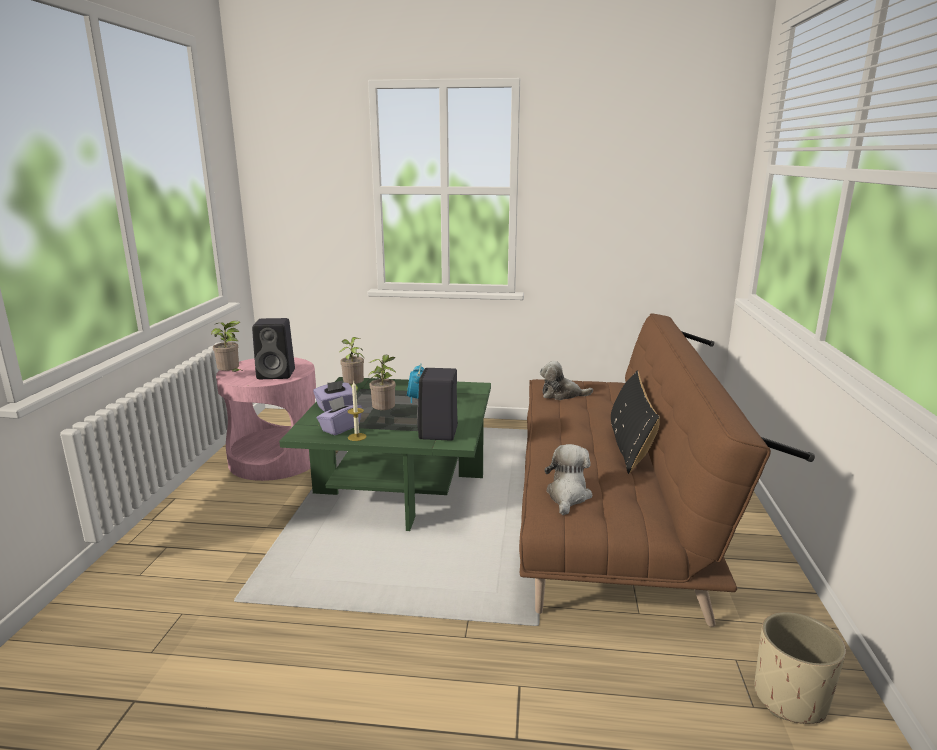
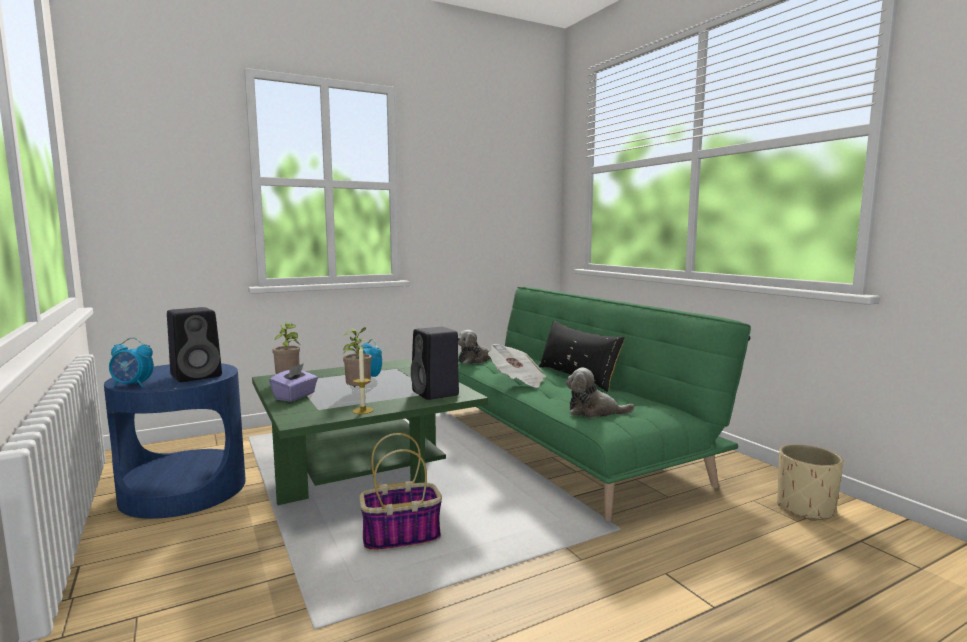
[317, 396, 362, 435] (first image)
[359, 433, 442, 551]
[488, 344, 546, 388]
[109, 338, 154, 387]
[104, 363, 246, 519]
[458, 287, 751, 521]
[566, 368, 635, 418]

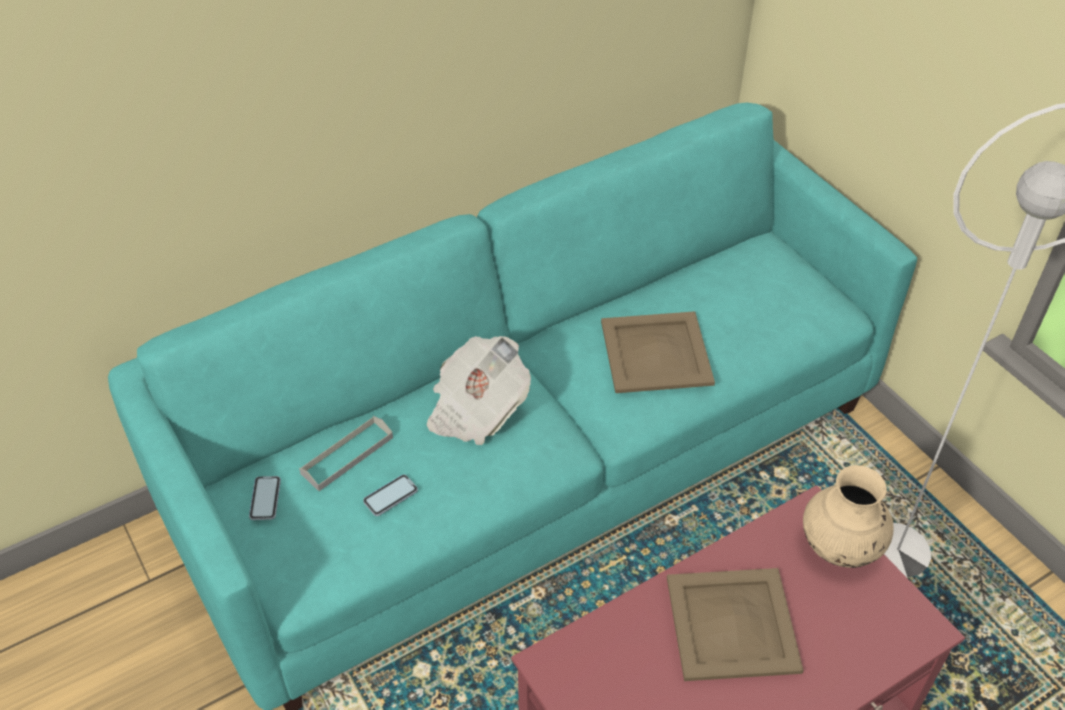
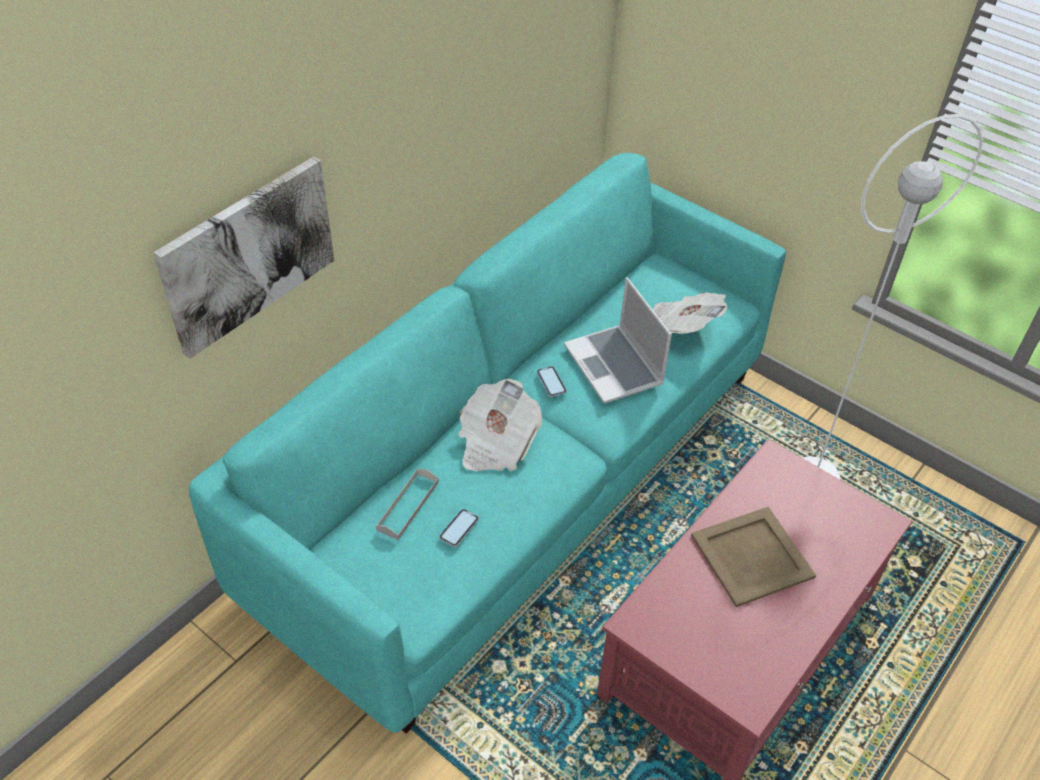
[803, 465, 894, 568] (first image)
[153, 156, 334, 359]
[653, 292, 727, 334]
[537, 366, 567, 397]
[564, 277, 672, 404]

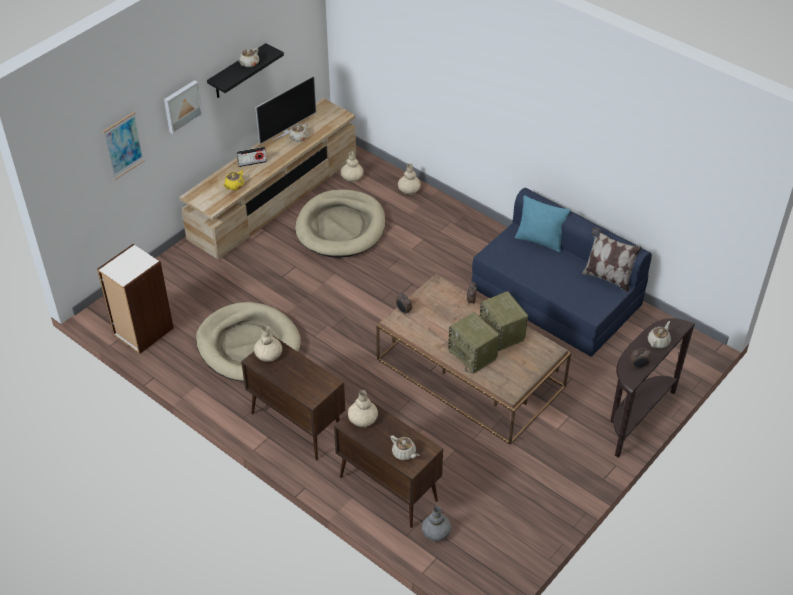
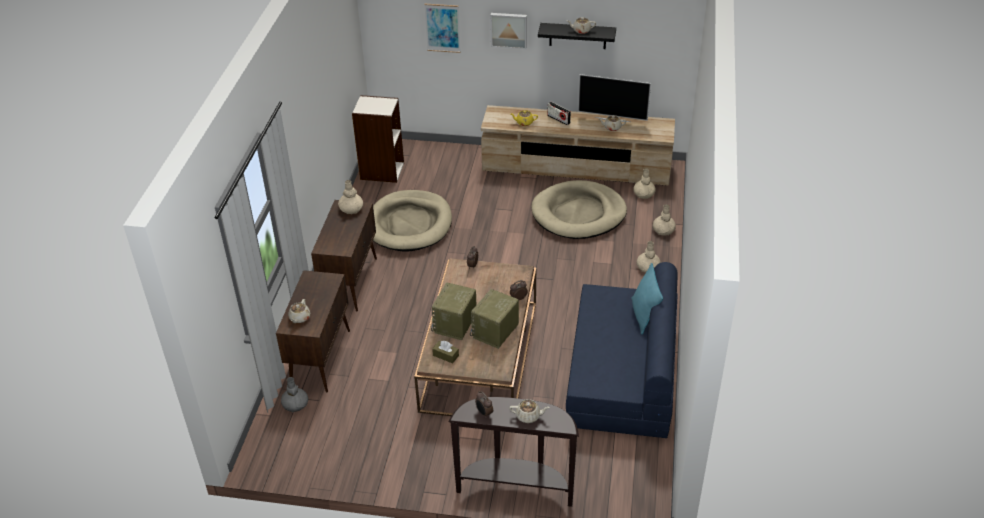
[582, 227, 642, 292] (first image)
[432, 341, 459, 363]
[637, 241, 661, 273]

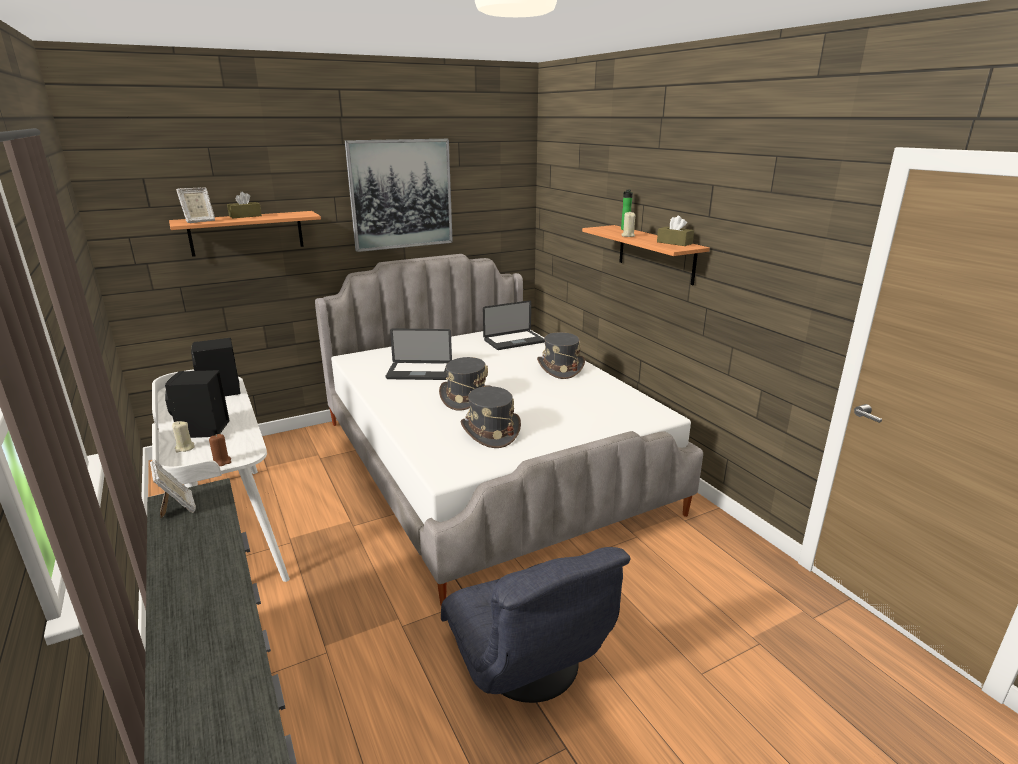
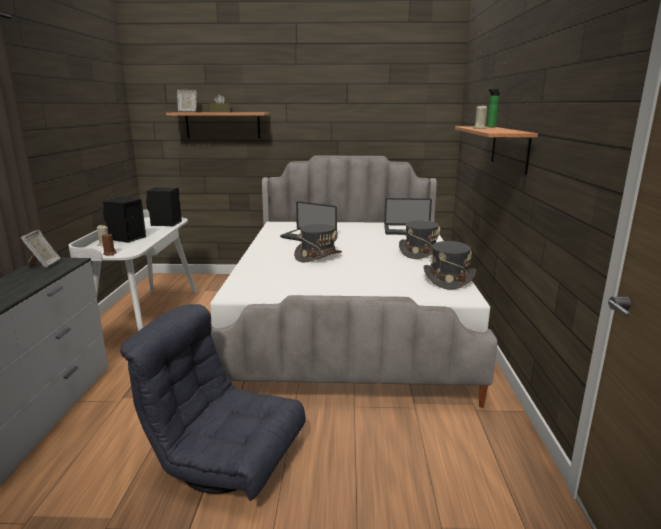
[345, 139, 453, 252] (first image)
[657, 216, 694, 246] (first image)
[424, 241, 476, 290]
[120, 304, 306, 501]

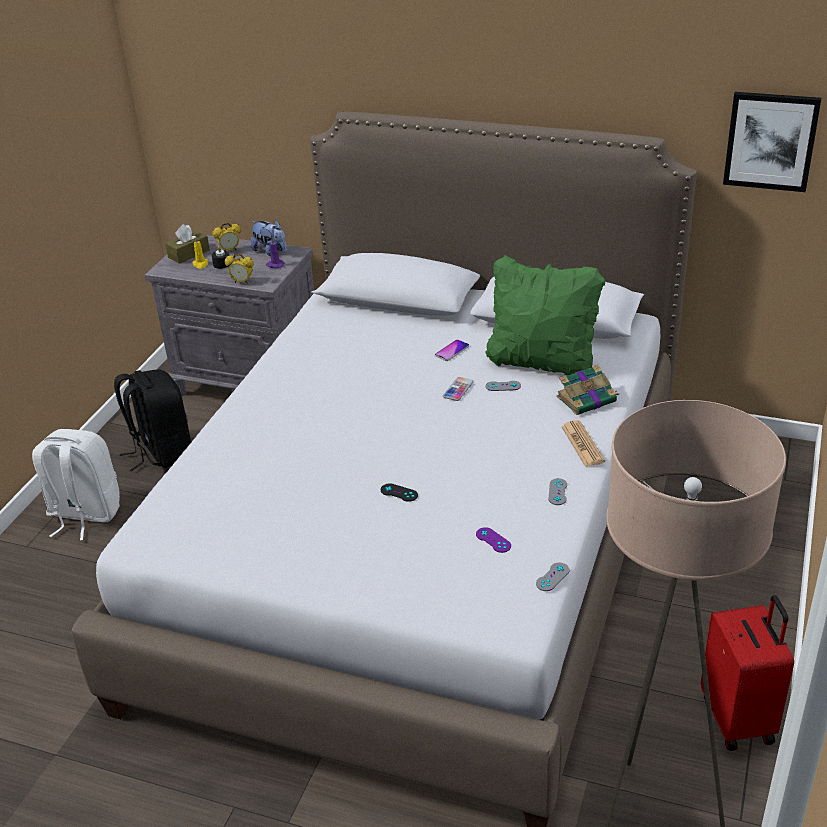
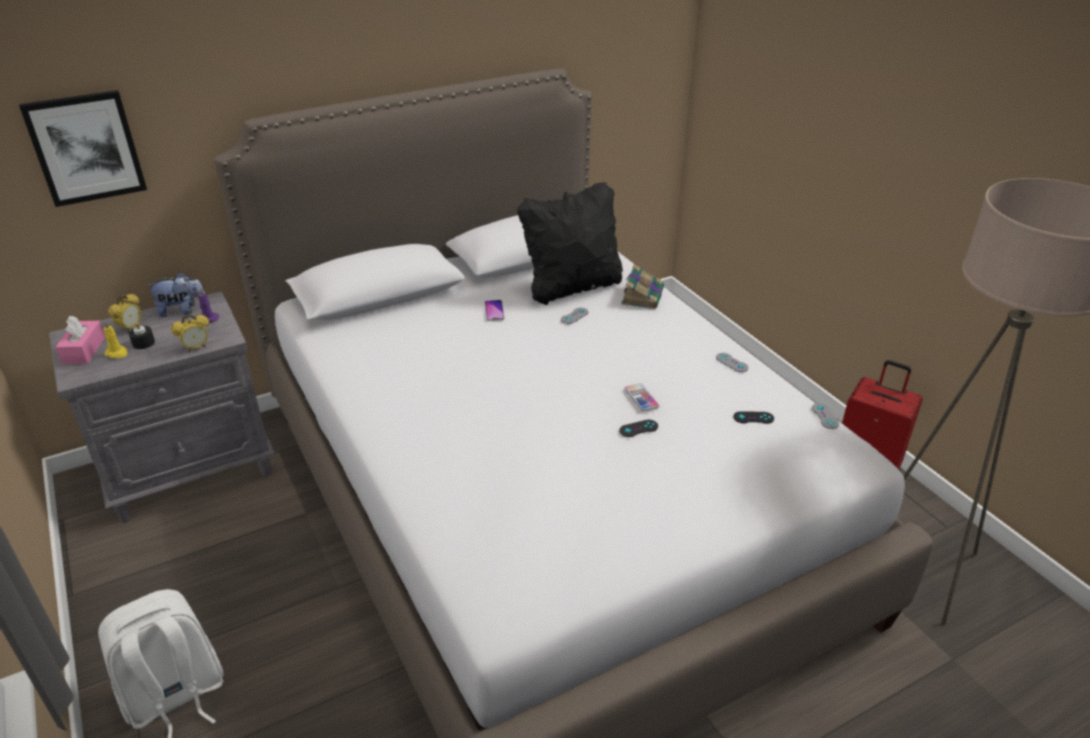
[114, 369, 191, 472] (first image)
[561, 420, 605, 467] (first image)
[624, 383, 659, 411]
[19, 90, 147, 207]
[55, 316, 105, 364]
[733, 411, 774, 424]
[517, 182, 623, 305]

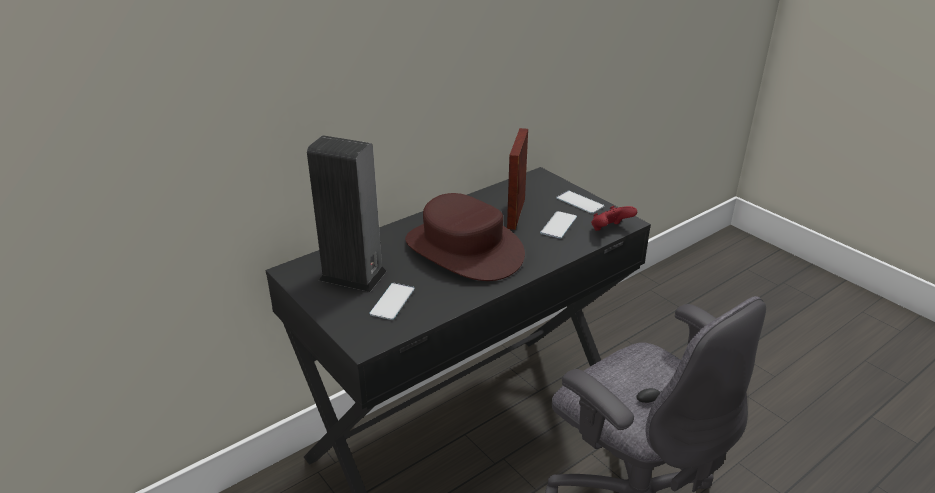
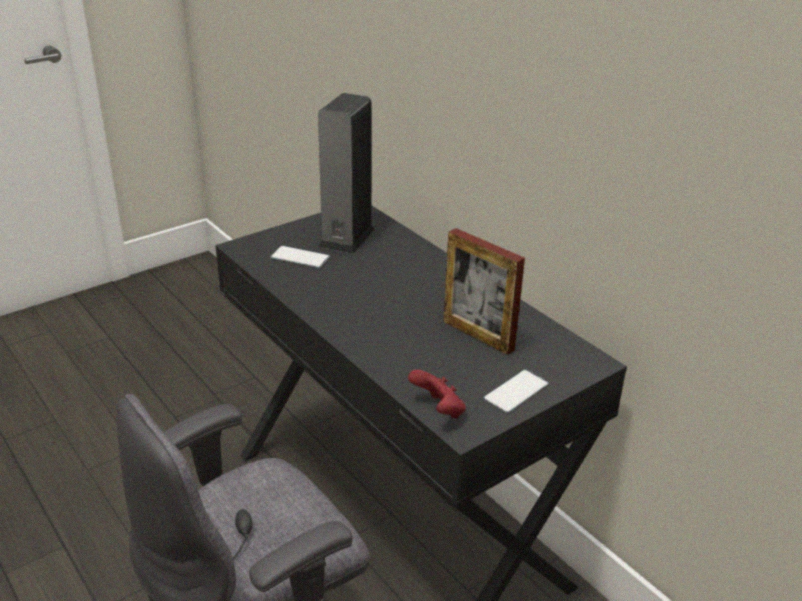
[405, 193, 525, 281] (first image)
[540, 211, 577, 239] (first image)
[443, 228, 525, 355]

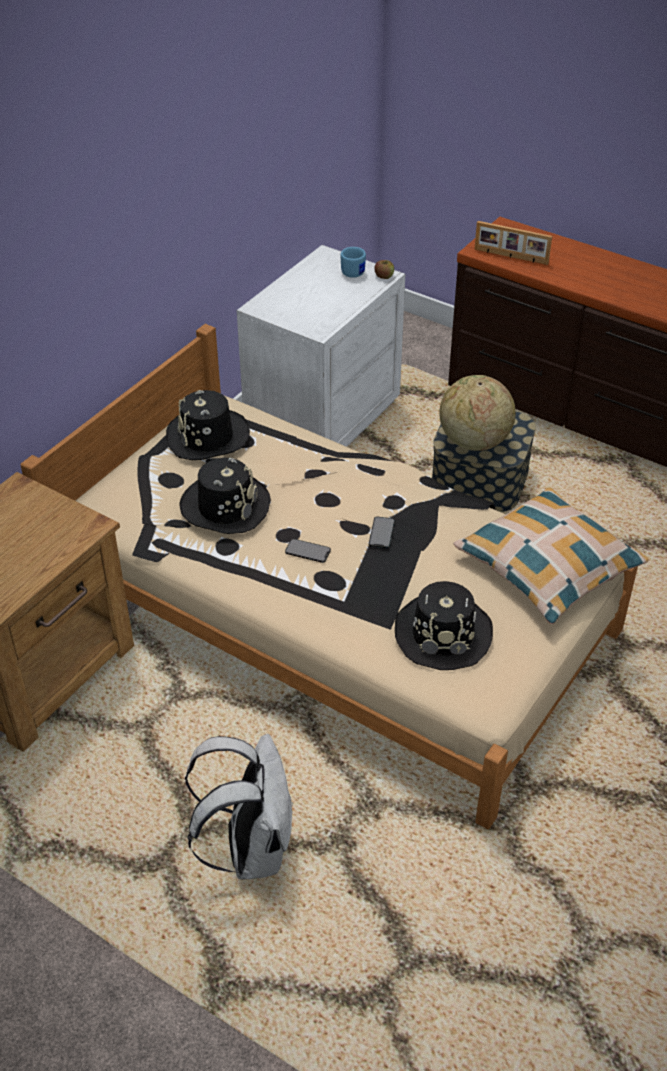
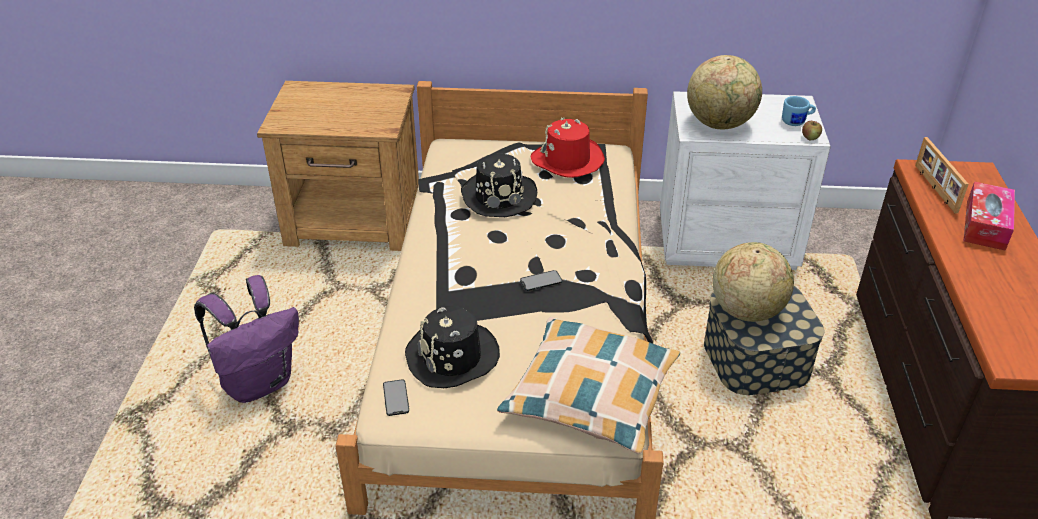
[687, 55, 762, 129]
[964, 181, 1015, 251]
[383, 380, 409, 416]
[531, 117, 605, 178]
[194, 275, 299, 403]

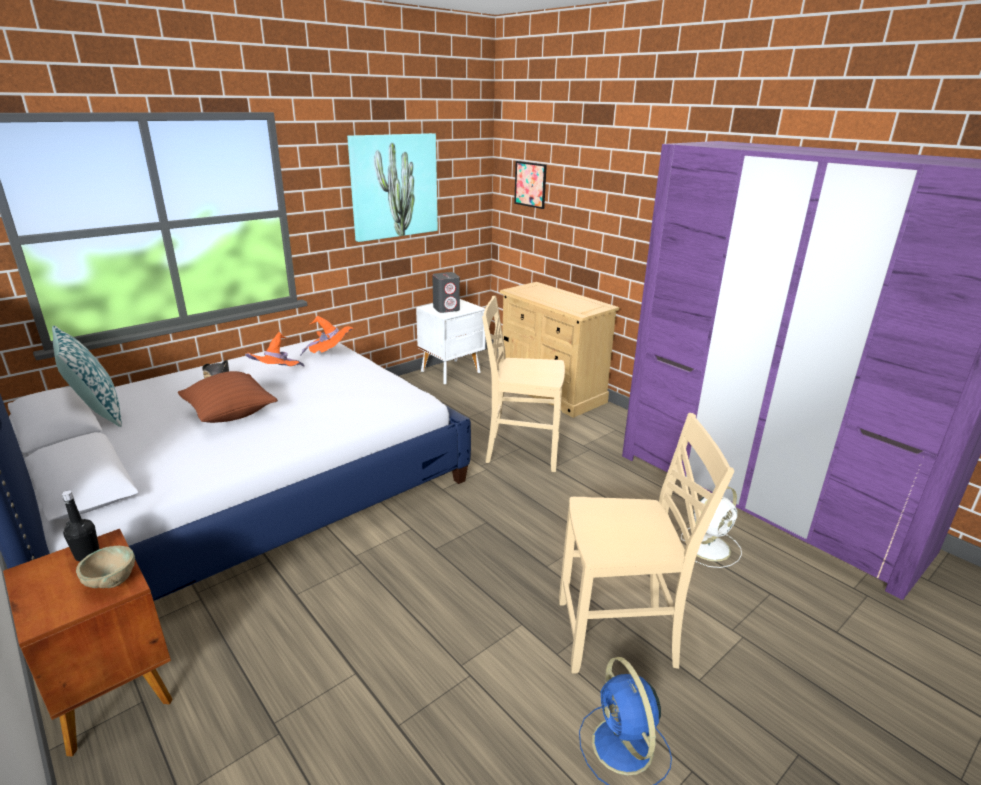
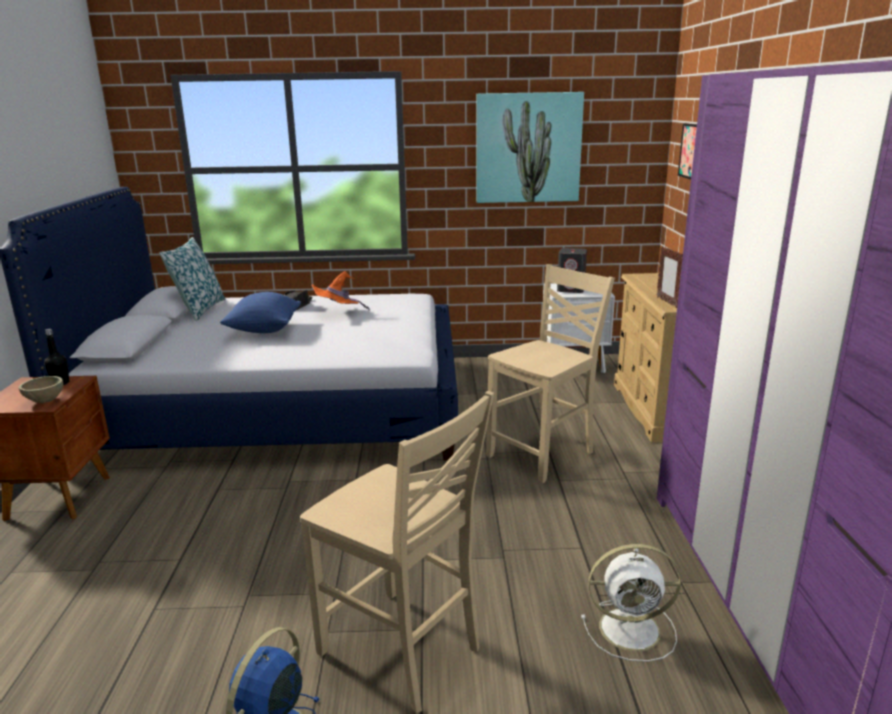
[300, 316, 353, 356] (first image)
[657, 246, 683, 308]
[220, 292, 301, 333]
[486, 264, 615, 484]

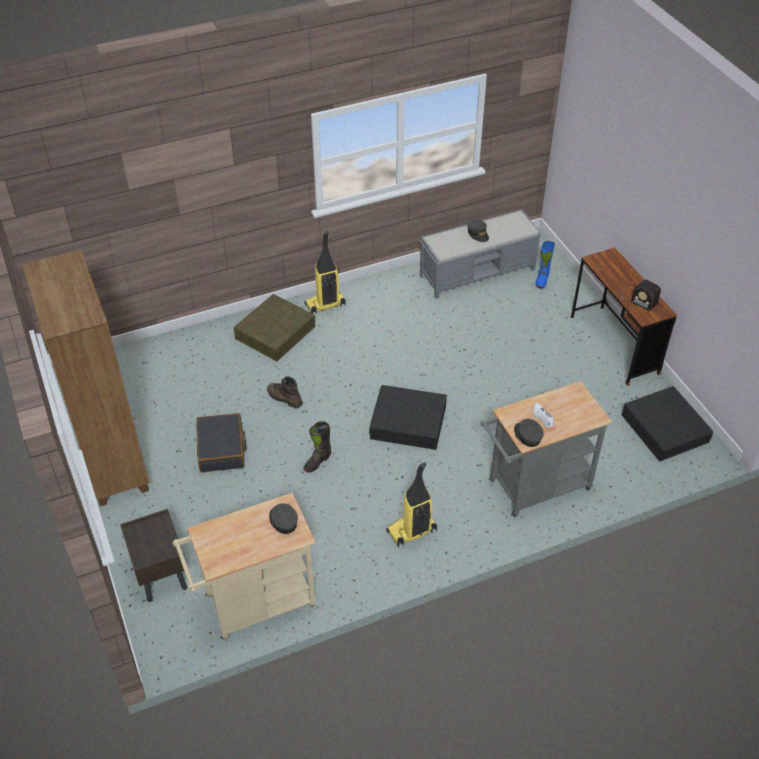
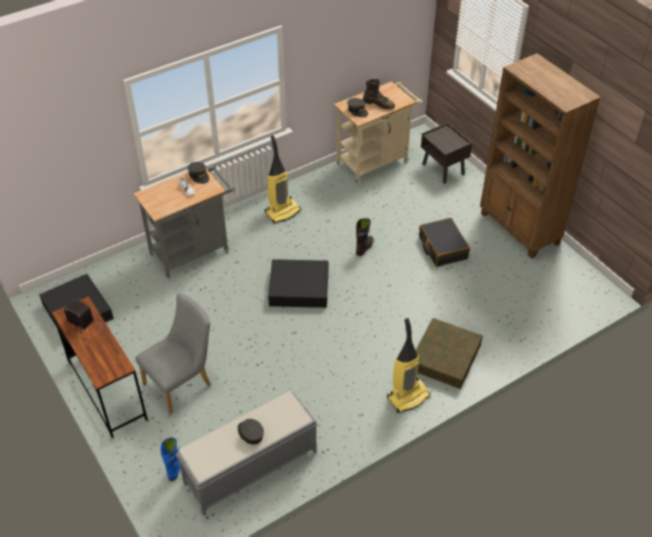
[136, 293, 211, 414]
[363, 79, 395, 109]

